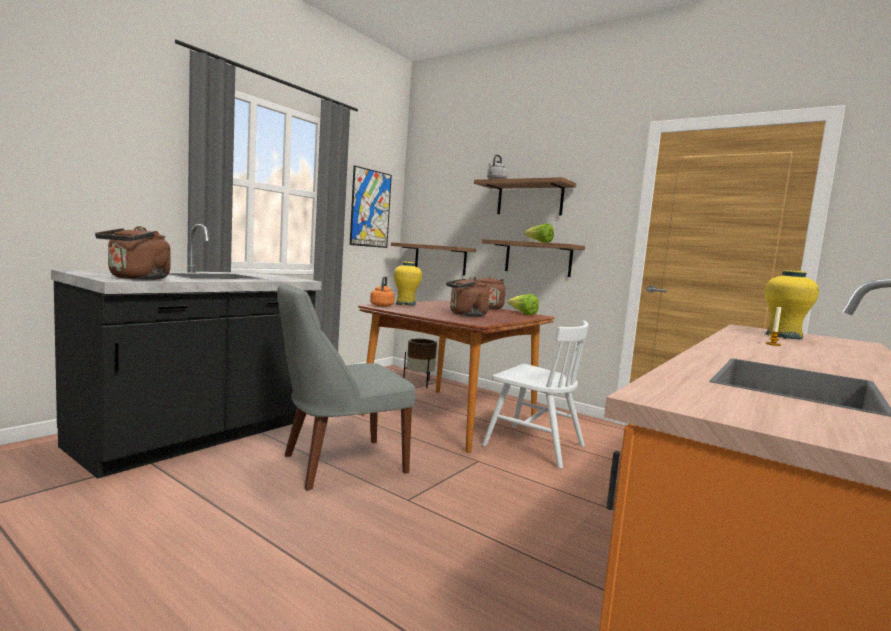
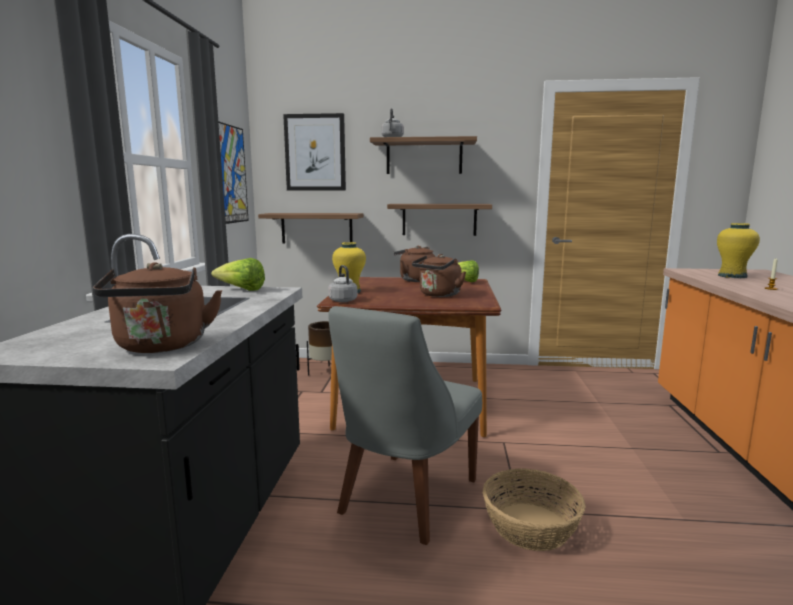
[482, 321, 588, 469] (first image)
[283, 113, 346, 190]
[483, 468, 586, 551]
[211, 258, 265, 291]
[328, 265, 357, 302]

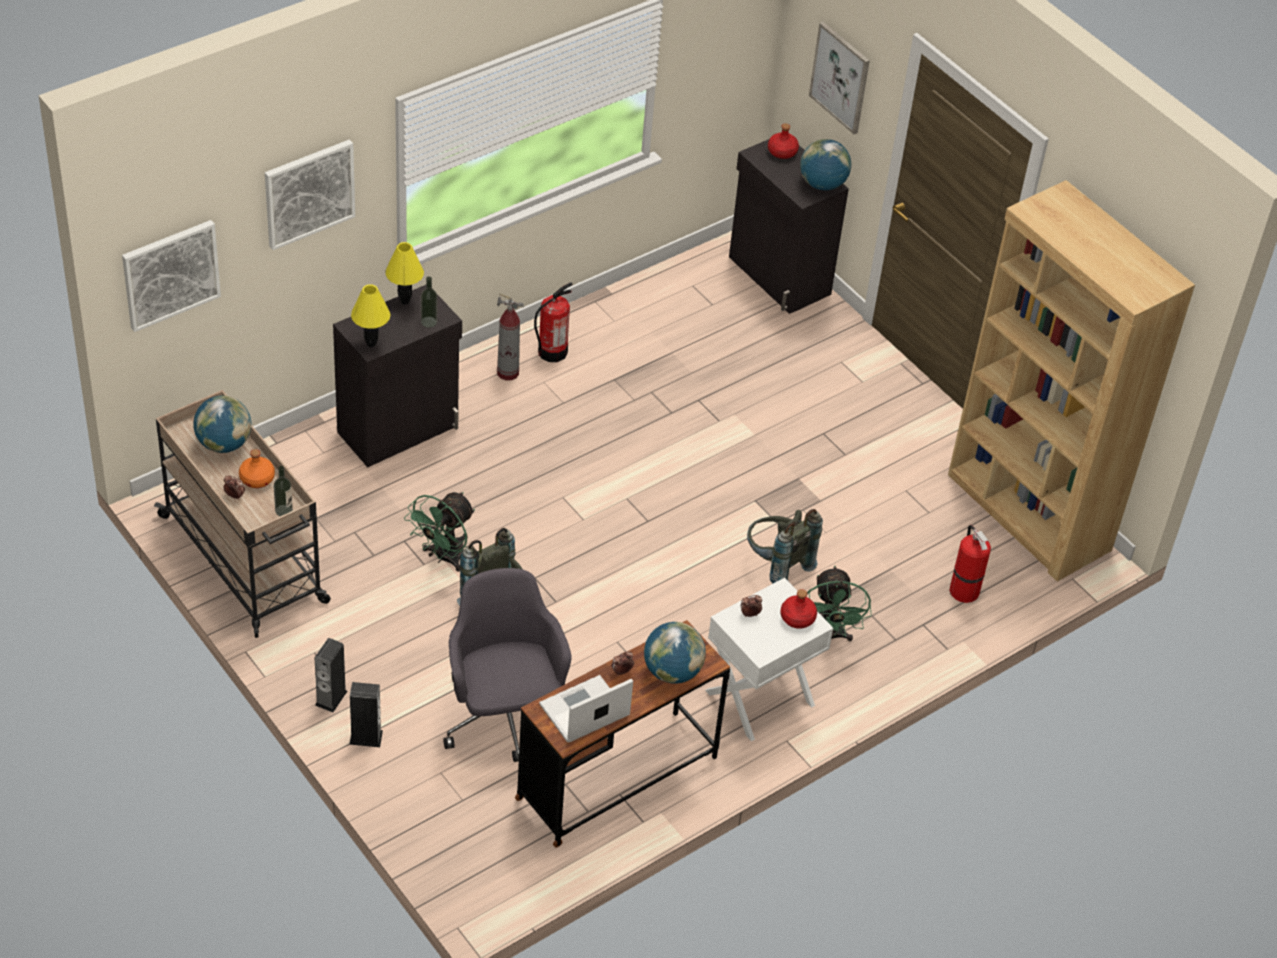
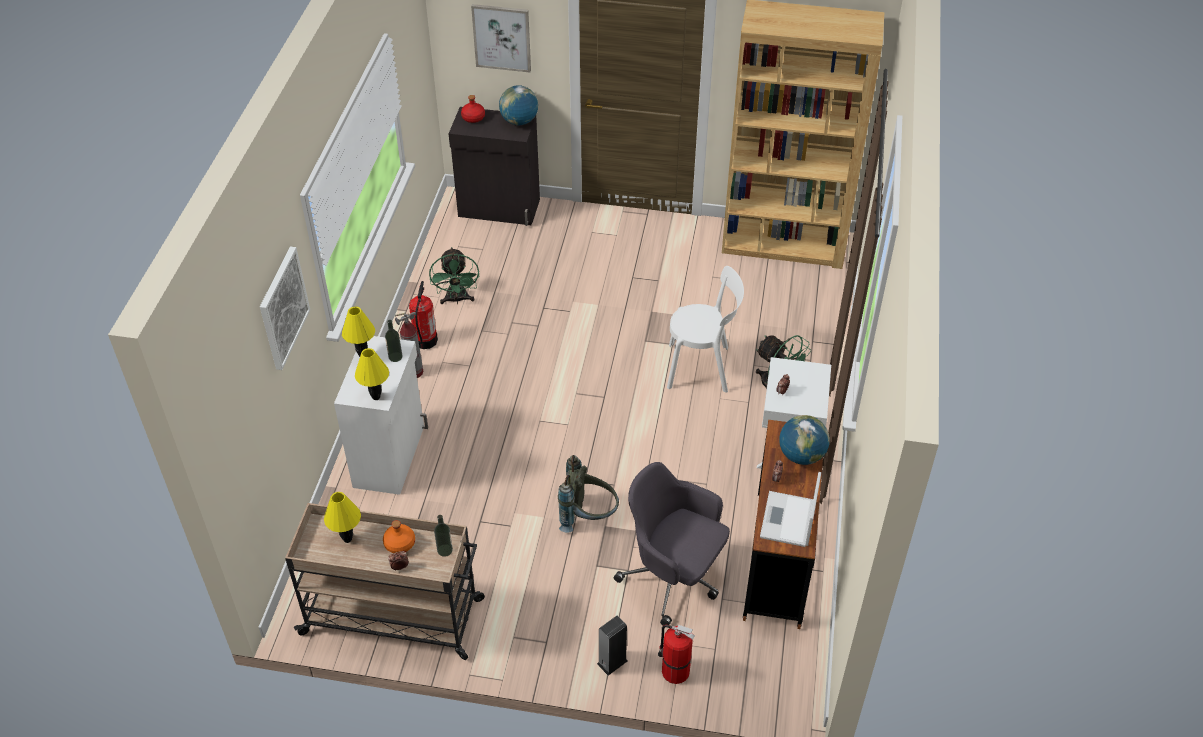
[122, 220, 221, 332] (first image)
[315, 638, 348, 713] (first image)
[781, 589, 817, 629] (first image)
[429, 247, 479, 304]
[658, 625, 695, 684]
[324, 492, 361, 543]
[667, 266, 744, 392]
[334, 336, 428, 495]

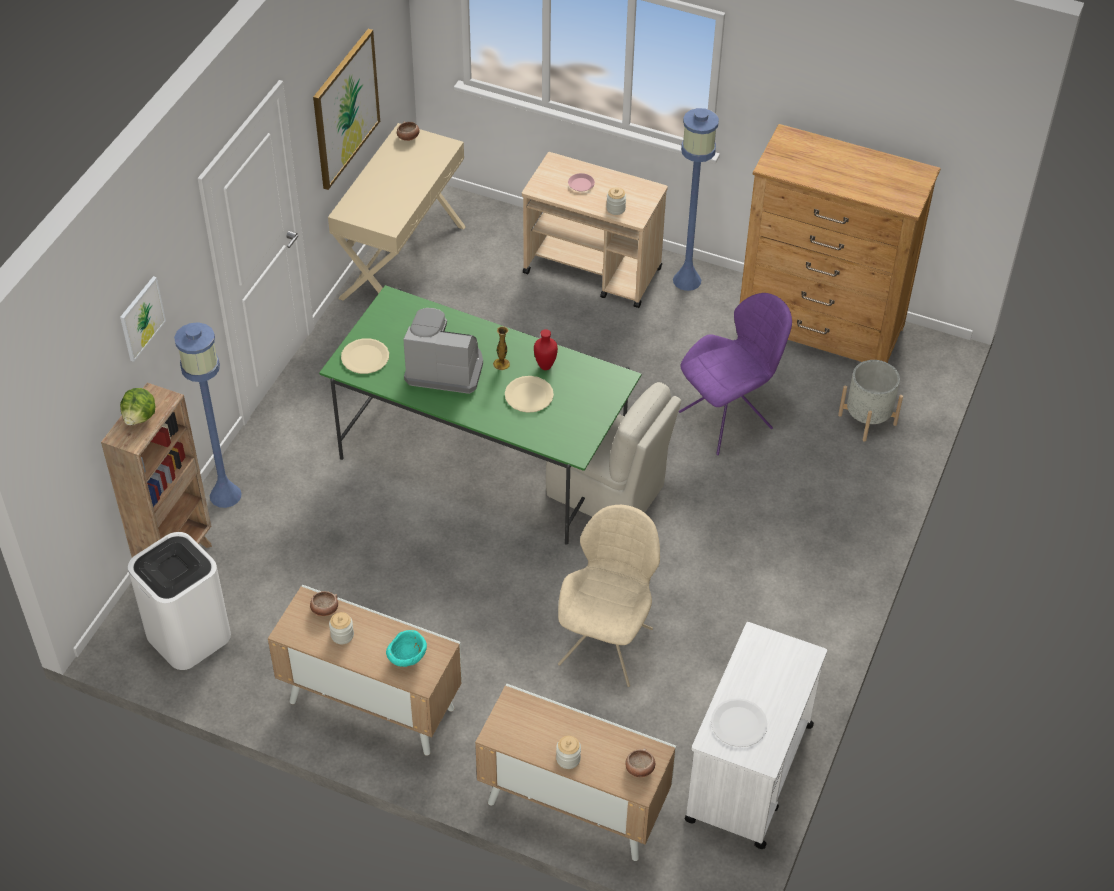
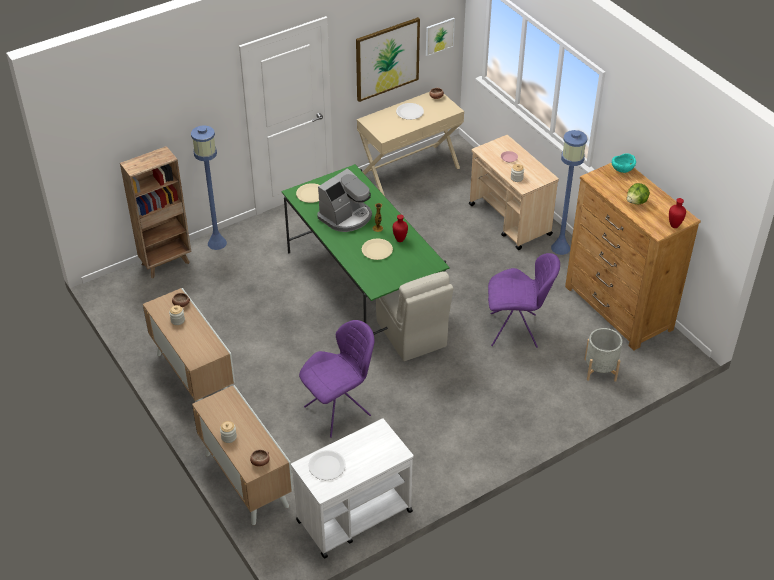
[128, 532, 231, 670] (first image)
[396, 103, 424, 120]
[669, 198, 686, 228]
[426, 18, 455, 56]
[627, 183, 650, 204]
[612, 153, 636, 173]
[299, 320, 374, 438]
[318, 168, 372, 232]

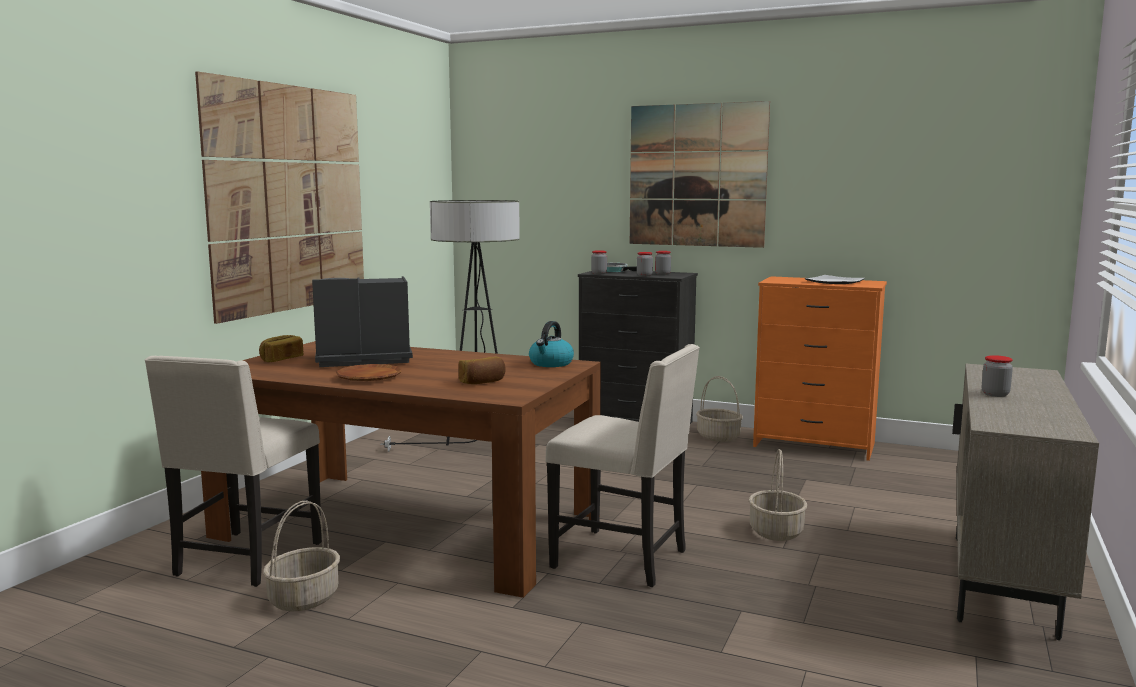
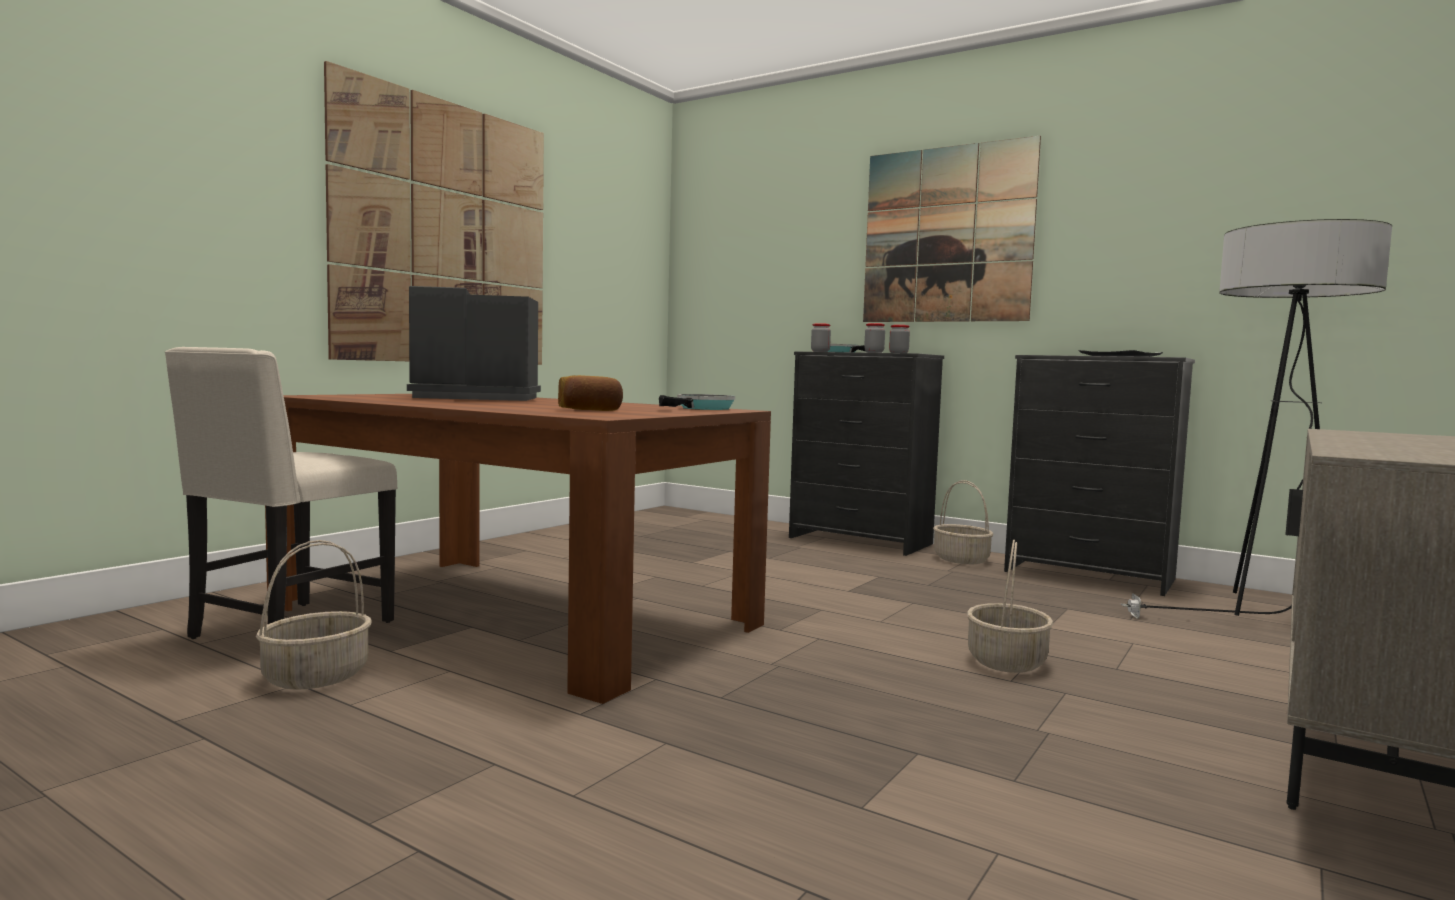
[259, 335, 304, 362] (first image)
[336, 364, 402, 381] (first image)
[545, 344, 700, 587] (first image)
[982, 355, 1013, 397] (first image)
[1121, 219, 1392, 619]
[659, 394, 735, 410]
[1004, 355, 1195, 596]

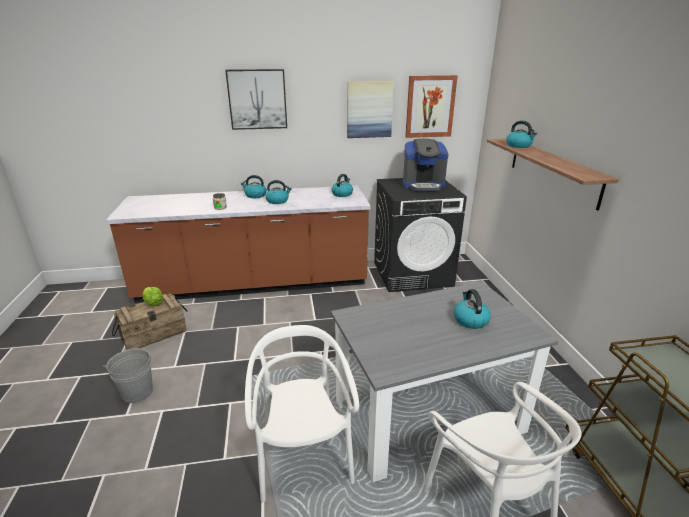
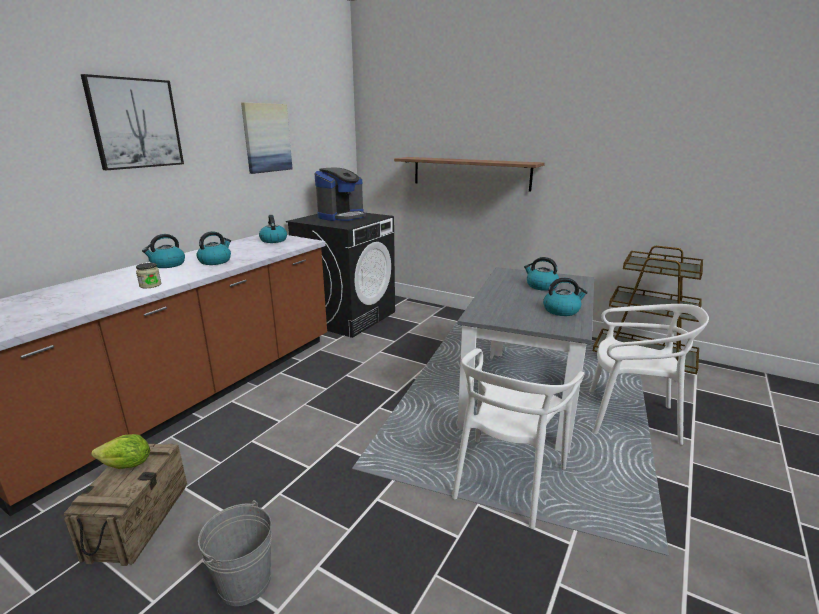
[405, 75, 457, 138] (first image)
[543, 278, 588, 316]
[452, 348, 585, 529]

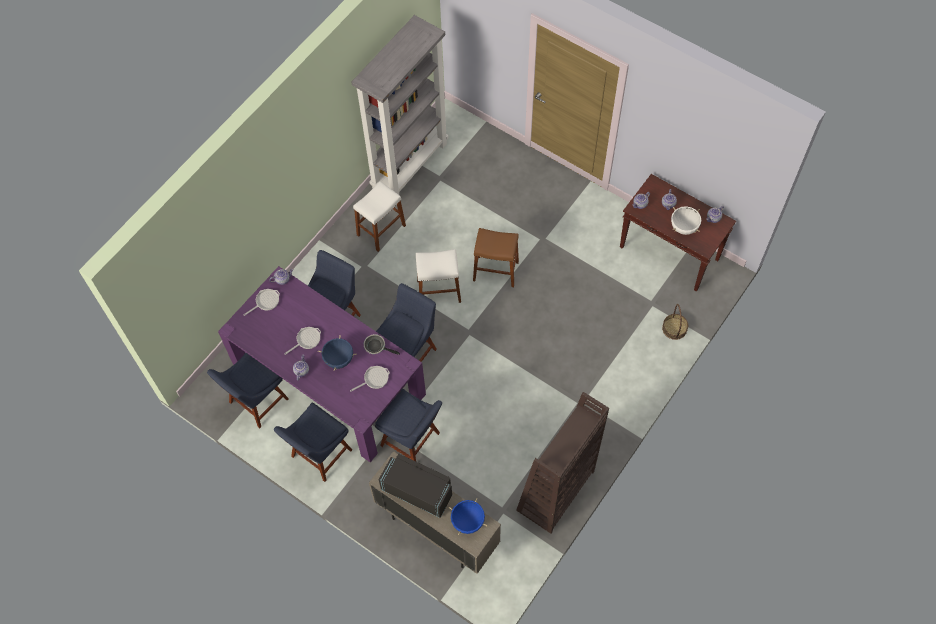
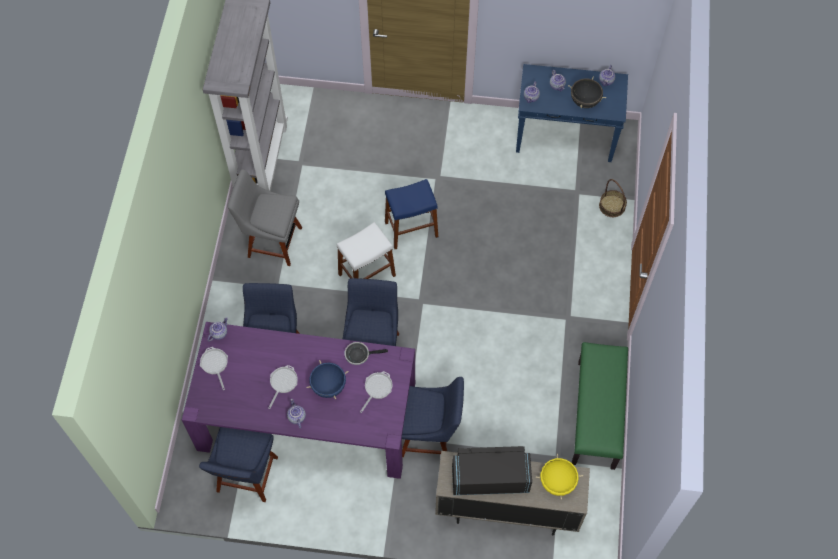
[274, 403, 352, 482] (first image)
[228, 169, 302, 266]
[572, 342, 628, 470]
[536, 454, 583, 500]
[385, 179, 438, 249]
[516, 64, 628, 162]
[568, 76, 606, 108]
[200, 347, 228, 390]

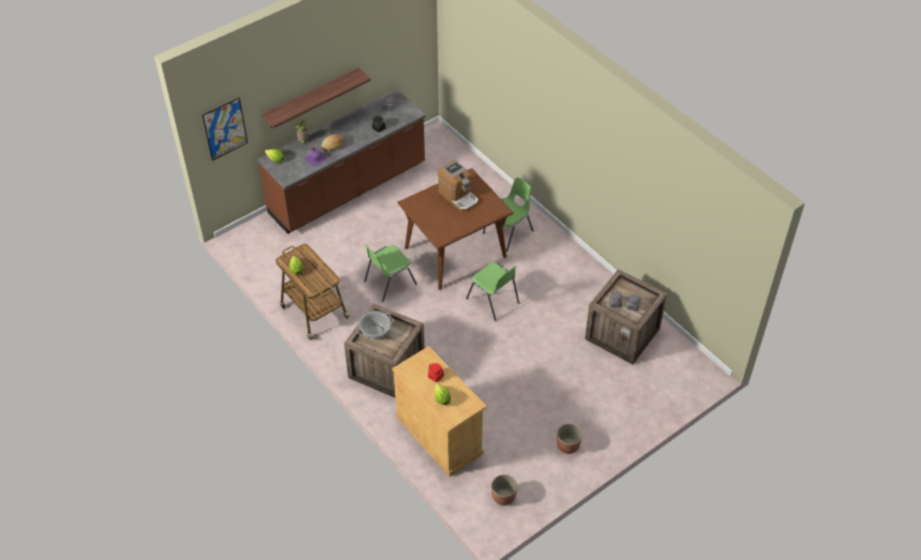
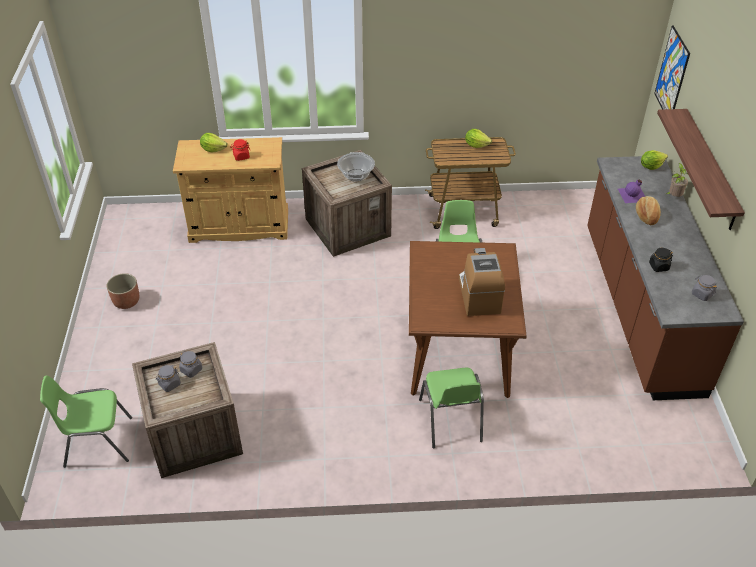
[492, 474, 517, 506] (first image)
[40, 376, 132, 468]
[459, 248, 505, 316]

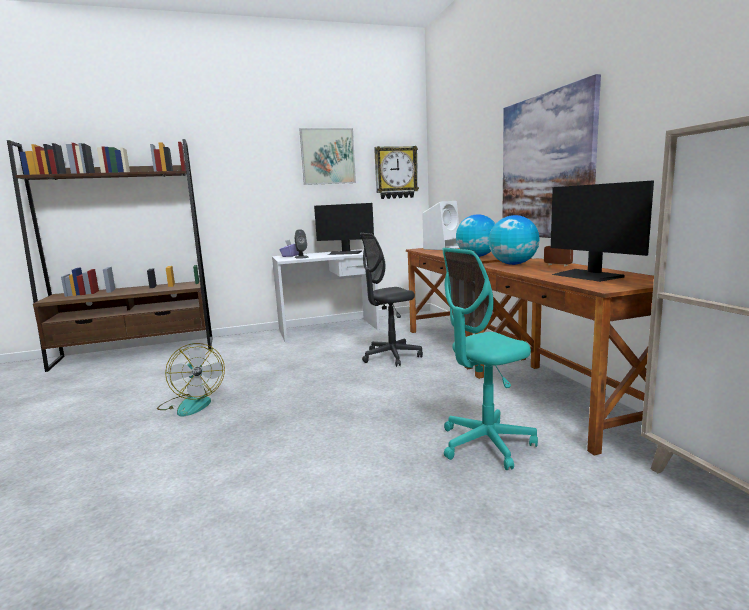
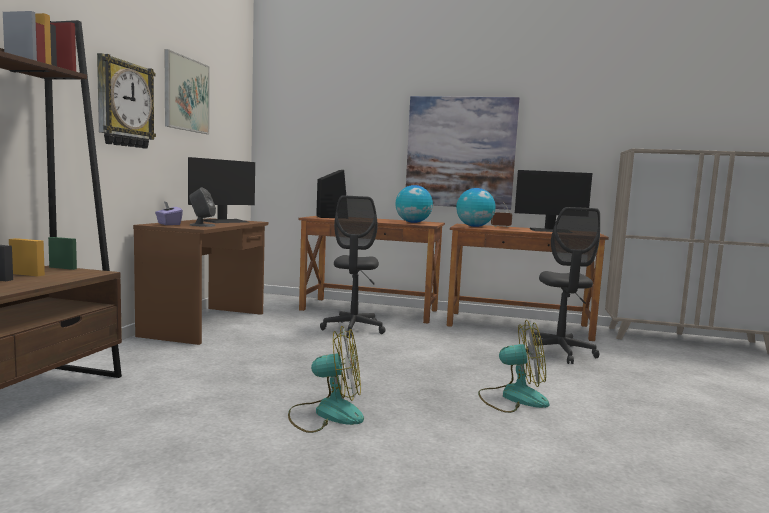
[478, 320, 549, 413]
[97, 53, 156, 149]
[133, 218, 268, 345]
[316, 170, 346, 218]
[526, 207, 600, 364]

